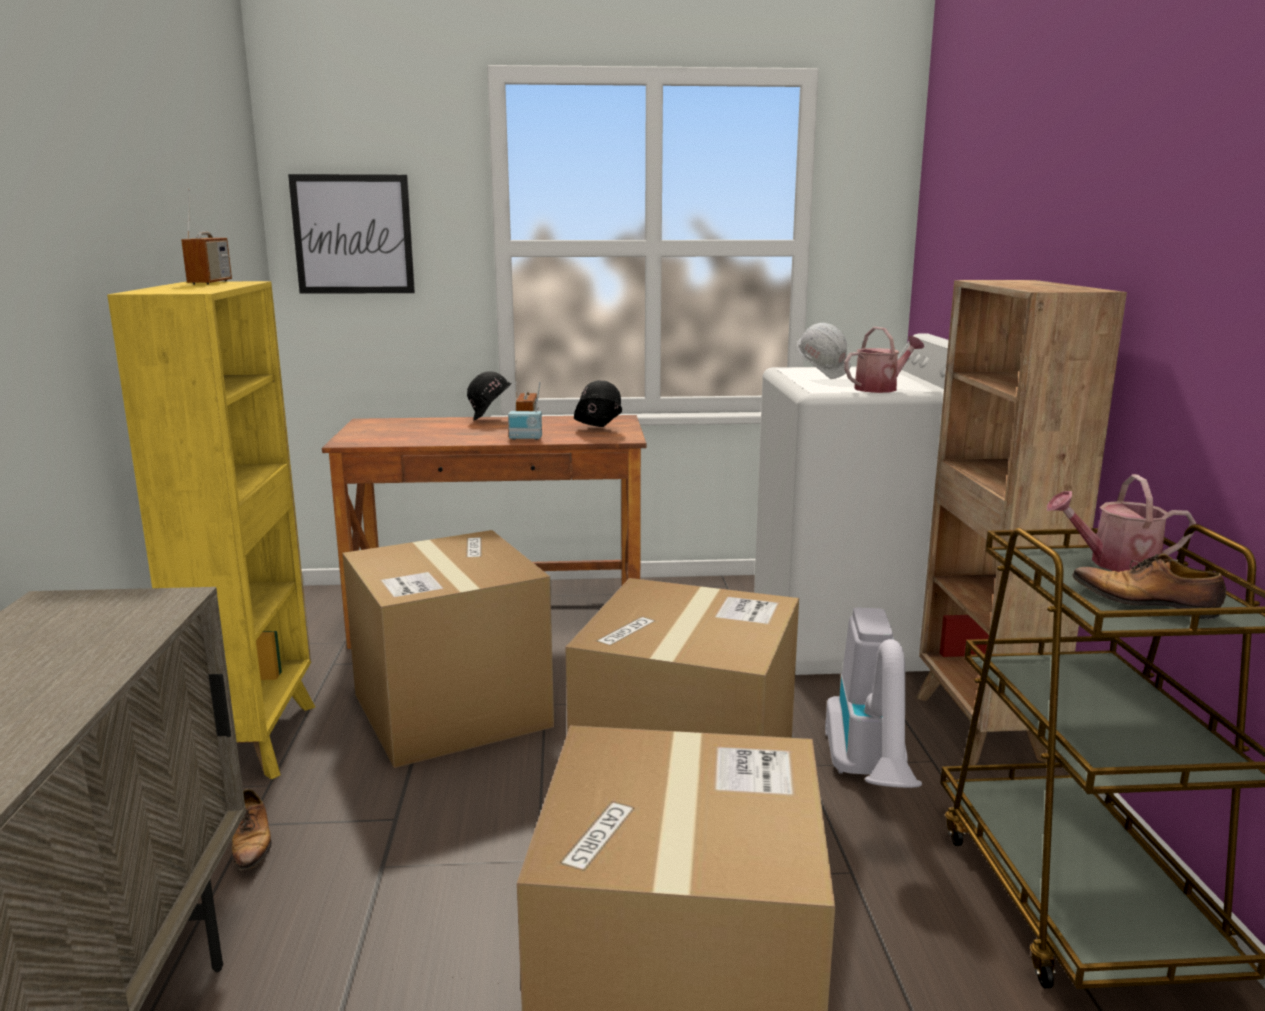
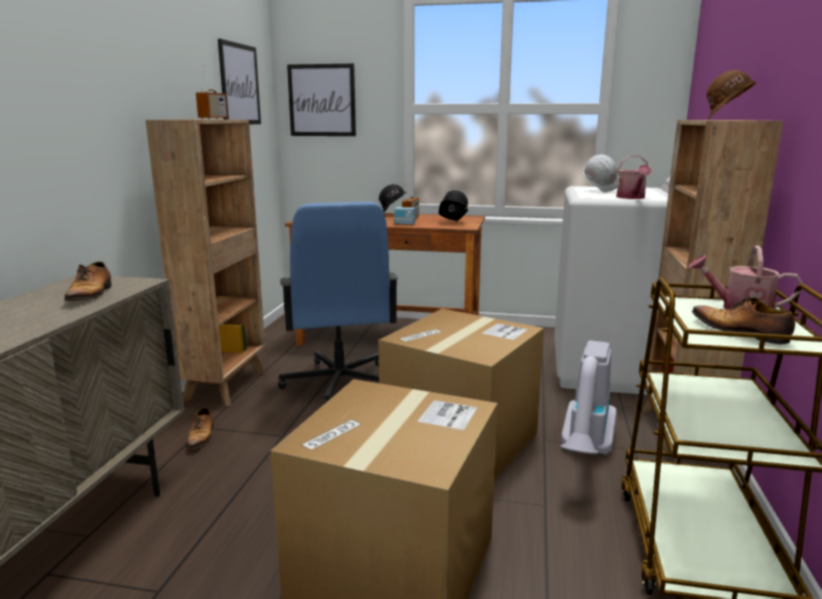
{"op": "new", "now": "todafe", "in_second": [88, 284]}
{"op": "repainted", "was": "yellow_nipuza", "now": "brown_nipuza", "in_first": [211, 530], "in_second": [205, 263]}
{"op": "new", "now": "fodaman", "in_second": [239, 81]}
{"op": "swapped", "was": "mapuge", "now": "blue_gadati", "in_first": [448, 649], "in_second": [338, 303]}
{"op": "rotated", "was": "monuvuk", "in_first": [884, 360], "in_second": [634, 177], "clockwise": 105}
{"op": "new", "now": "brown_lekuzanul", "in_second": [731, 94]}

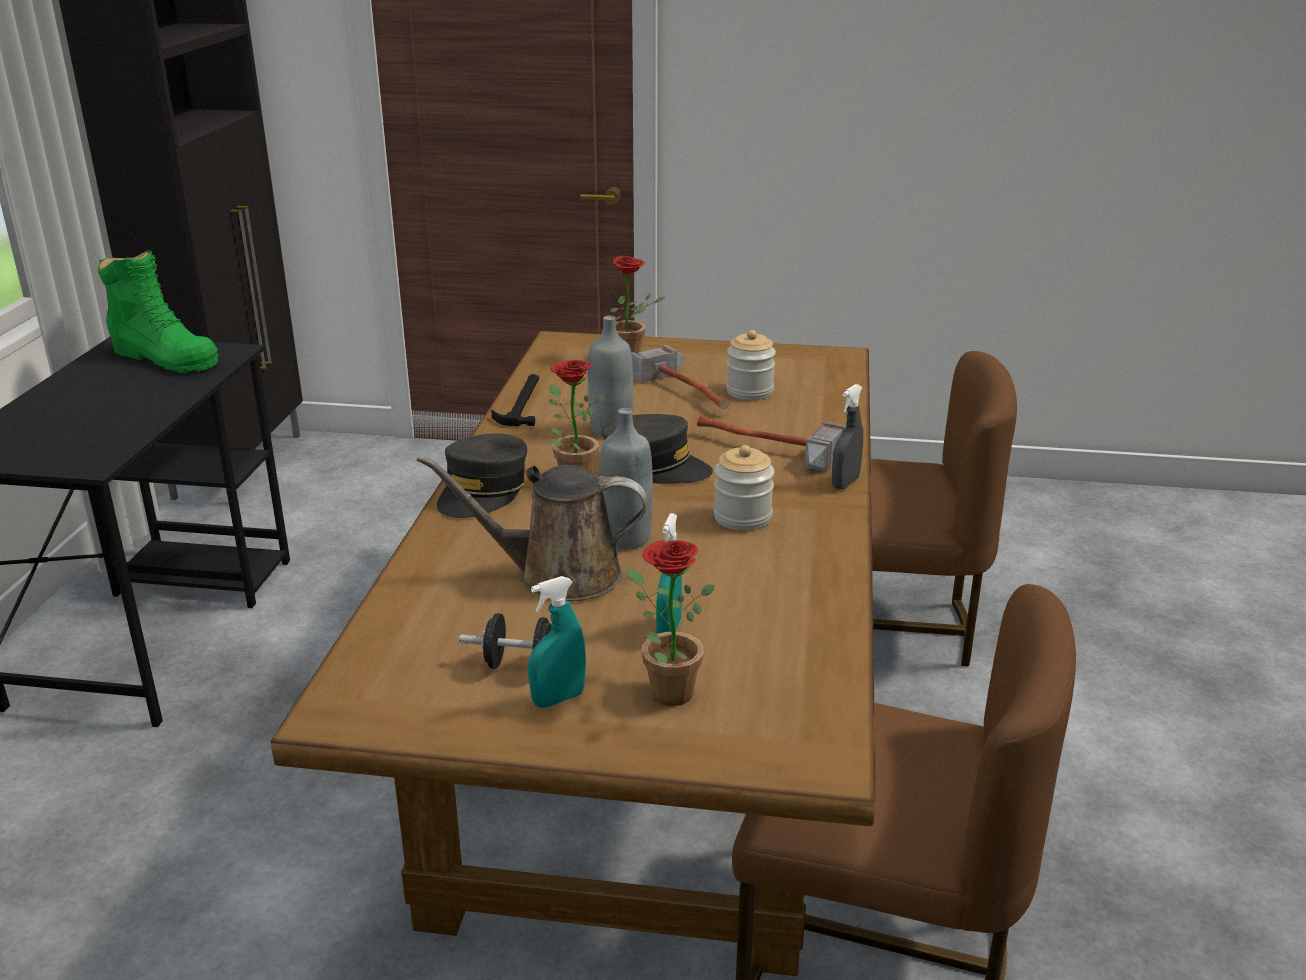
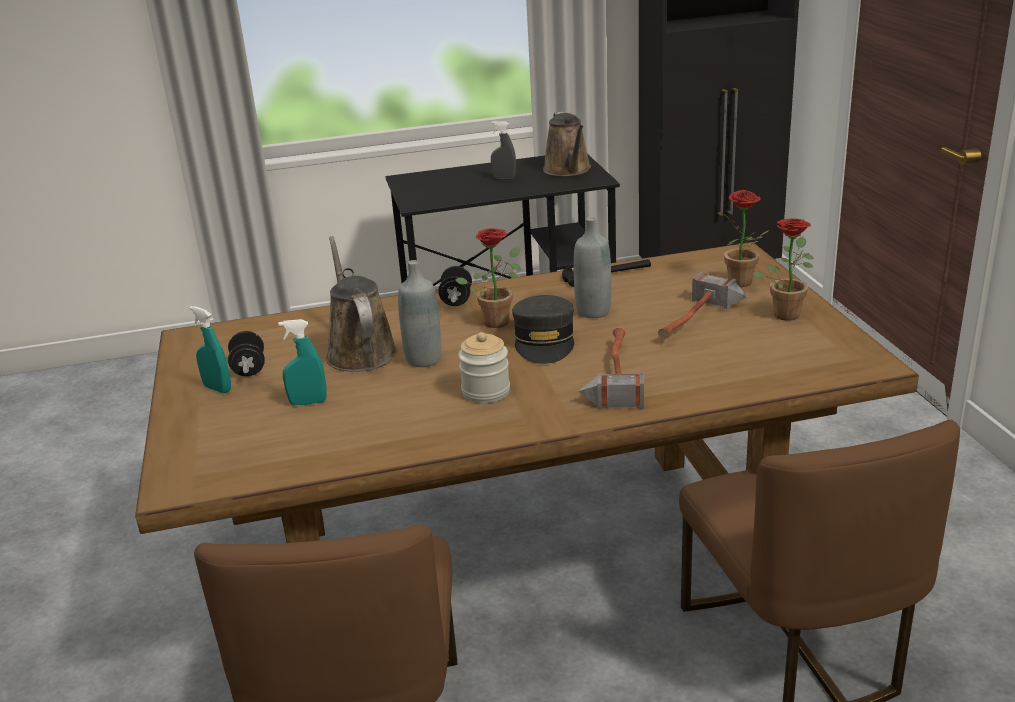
{"op": "swapped", "was": "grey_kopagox", "now": "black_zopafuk", "in_first": [482, 476], "in_second": [455, 286]}
{"op": "shifted", "was": "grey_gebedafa", "in_first": [847, 437], "in_second": [503, 150]}
{"op": "swapped", "was": "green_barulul", "now": "brown_monuvuk", "in_first": [158, 311], "in_second": [567, 144]}
{"op": "shifted", "was": "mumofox", "in_first": [671, 623], "in_second": [783, 269]}
{"op": "gone", "was": "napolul", "in_first": [751, 365]}

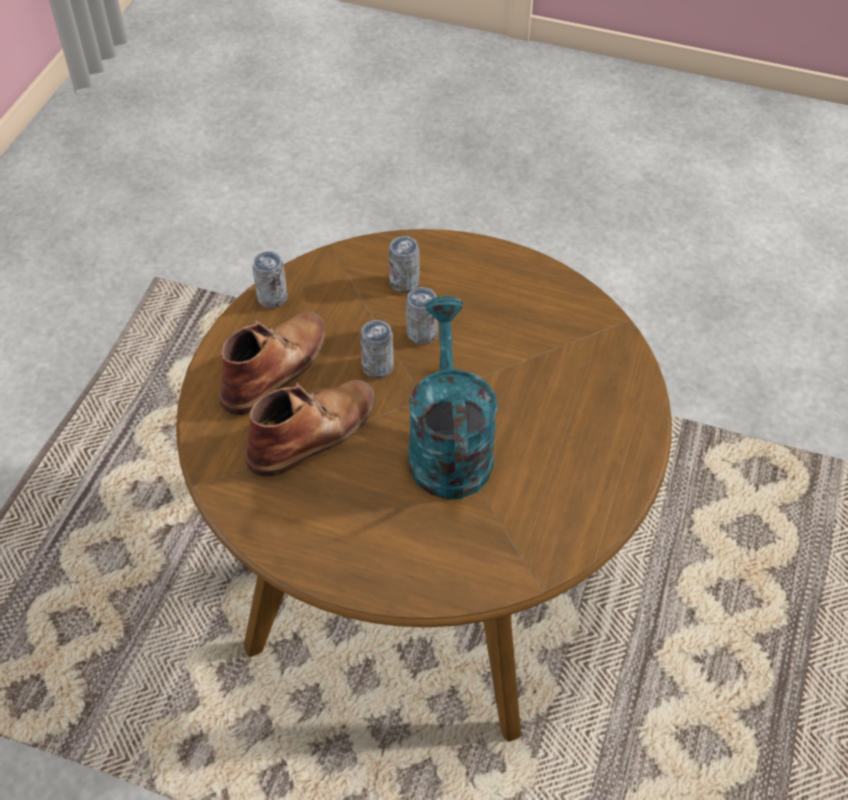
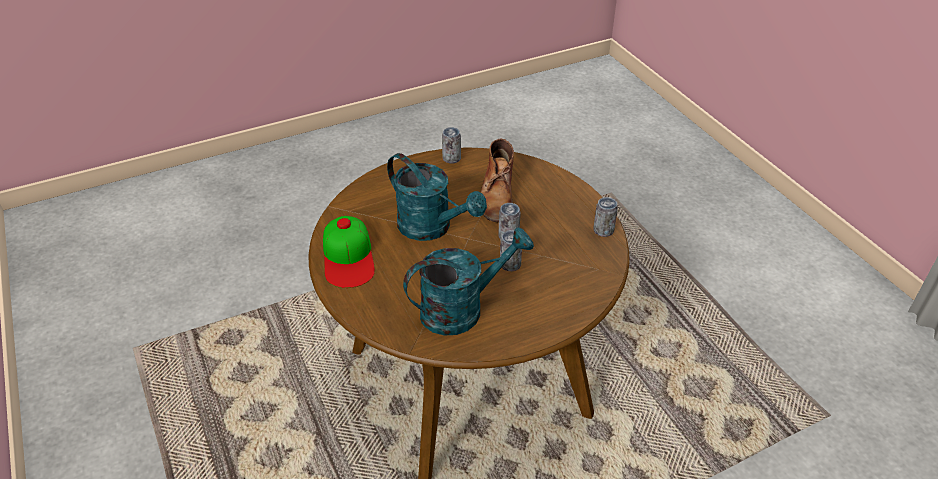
{"op": "new", "now": "kopagox", "in_second": [349, 252]}
{"op": "new", "now": "turquoise_monuvuk", "in_second": [468, 281]}
{"op": "shifted", "was": "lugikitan", "in_first": [404, 264], "in_second": [451, 145]}
{"op": "gone", "was": "brown_barulul", "in_first": [272, 363]}

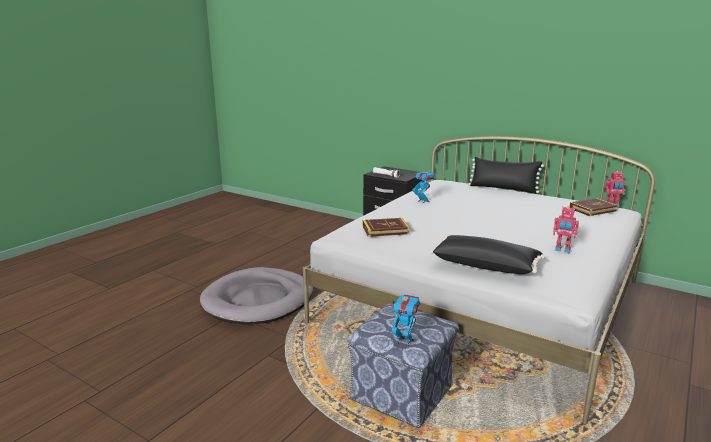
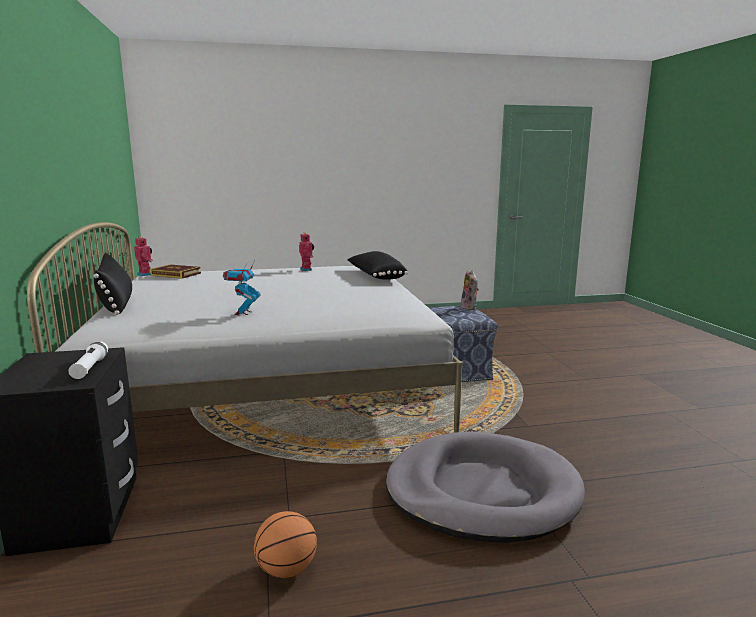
{"op": "new", "now": "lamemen", "in_second": [285, 544]}
{"op": "swapped", "was": "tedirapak", "now": "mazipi", "in_first": [406, 320], "in_second": [470, 289]}
{"op": "gone", "was": "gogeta", "in_first": [386, 227]}

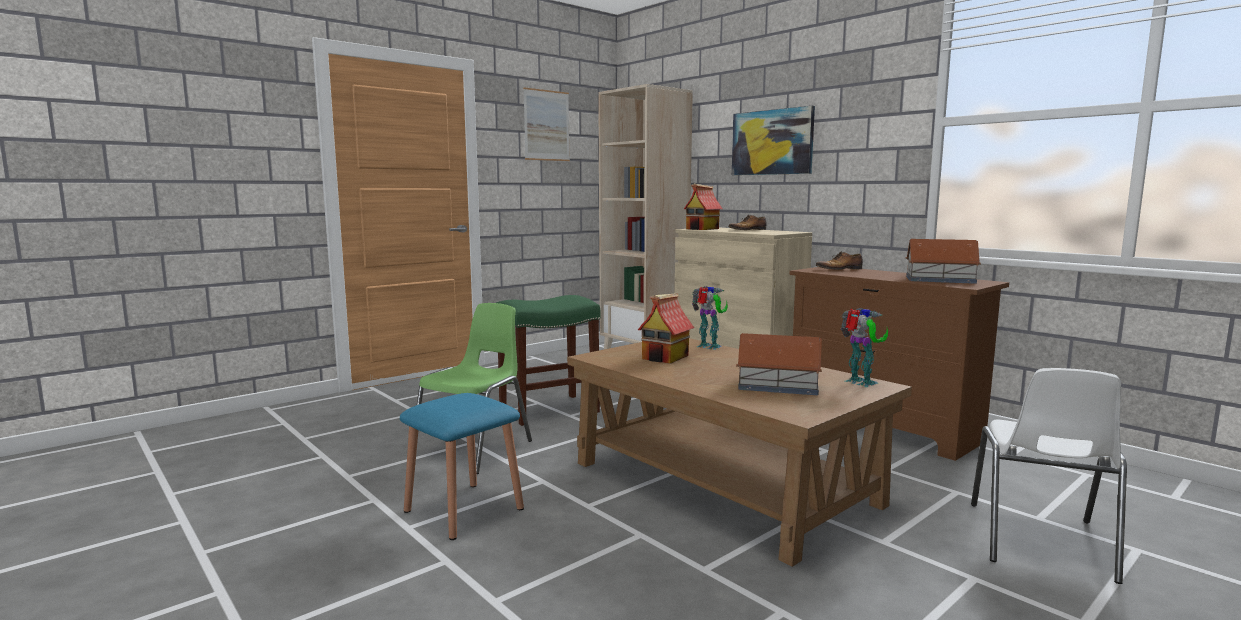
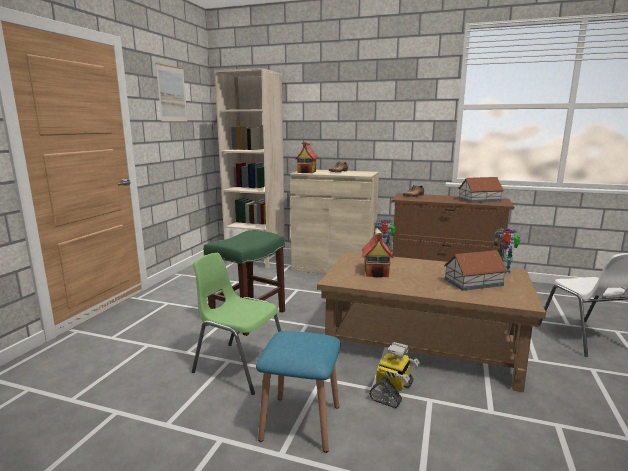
{"op": "rotated", "was": "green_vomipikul", "in_first": [474, 388], "in_second": [236, 324], "clockwise": -60}
{"op": "new", "now": "tedirapak", "in_second": [394, 375]}
{"op": "gone", "was": "fodaman", "in_first": [773, 140]}

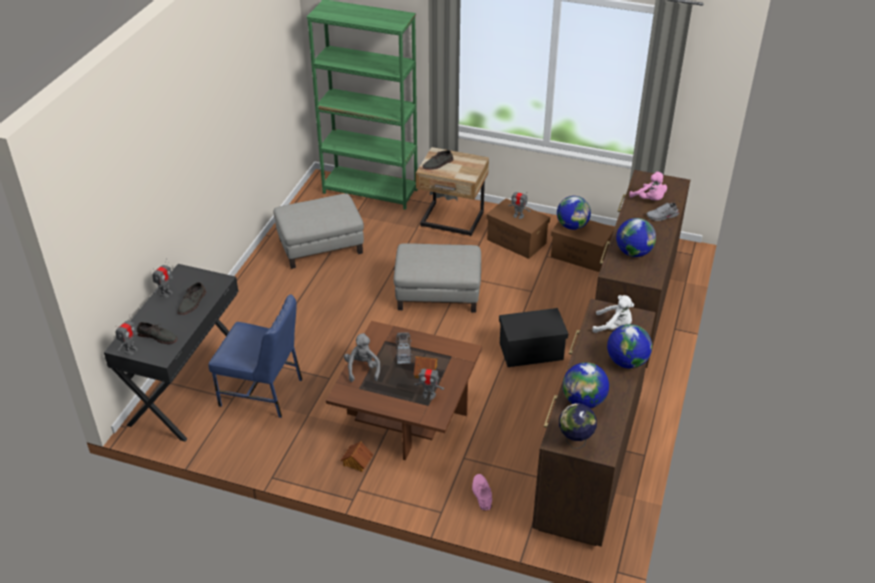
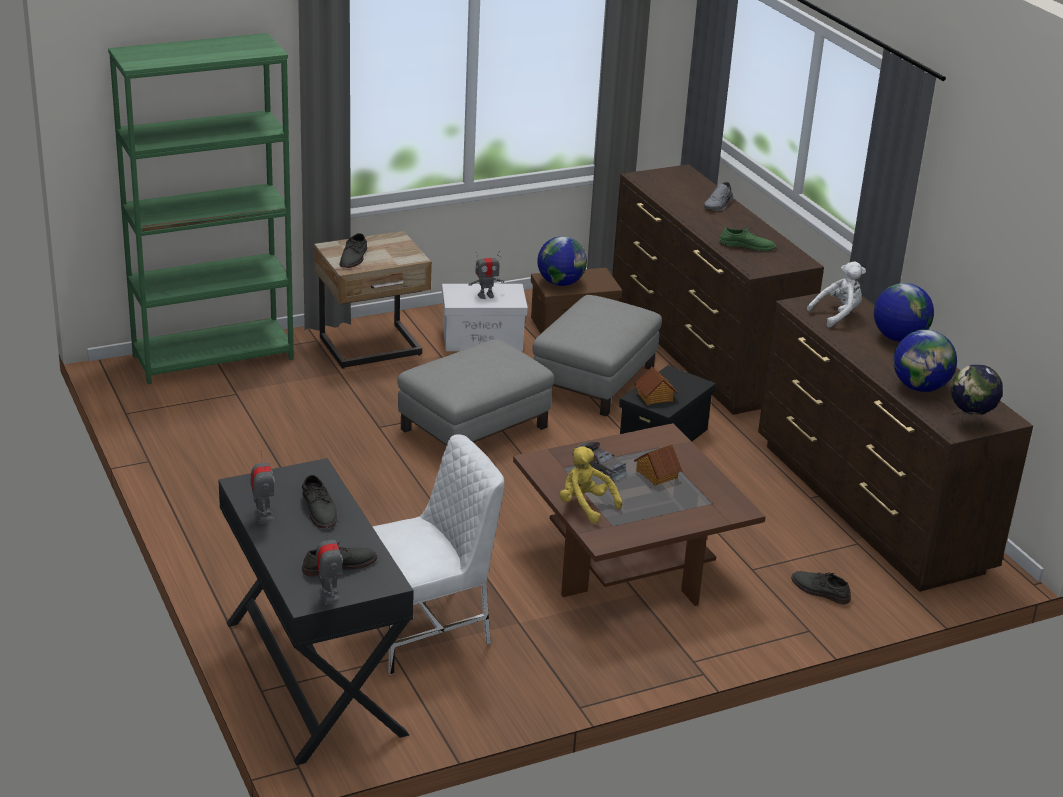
{"op": "repainted", "was": "blue_vomipikul", "now": "white_vomipikul", "in_first": [255, 356], "in_second": [438, 554]}
{"op": "repainted", "was": "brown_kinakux", "now": "white_kinakux", "in_first": [518, 228], "in_second": [485, 317]}
{"op": "shifted", "was": "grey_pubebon", "in_first": [319, 231], "in_second": [597, 356]}
{"op": "repainted", "was": "grey_mazipi", "now": "yellow_mazipi", "in_first": [362, 357], "in_second": [591, 484]}
{"op": "shifted", "was": "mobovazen", "in_first": [356, 456], "in_second": [656, 386]}
{"op": "swapped", "was": "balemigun", "now": "green_todafe", "in_first": [636, 237], "in_second": [747, 239]}
{"op": "repainted", "was": "pink_todafe", "now": "grey_todafe", "in_first": [482, 492], "in_second": [821, 588]}
{"op": "gone", "was": "tedirapak", "in_first": [429, 382]}
{"op": "gone", "was": "pink_mazipi", "in_first": [648, 186]}

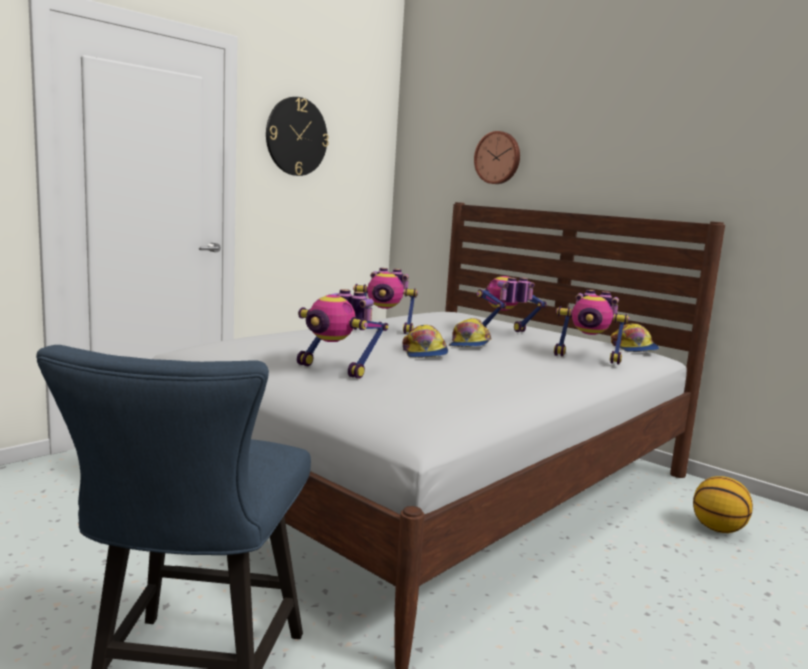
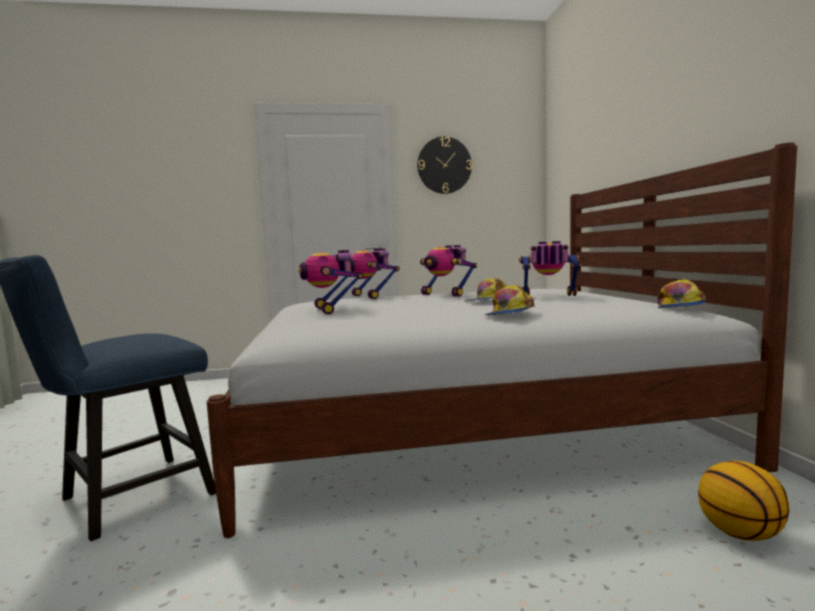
{"op": "shifted", "was": "tedirapak", "in_first": [591, 327], "in_second": [375, 273]}
{"op": "shifted", "was": "kopagox", "in_first": [425, 341], "in_second": [510, 300]}
{"op": "gone", "was": "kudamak", "in_first": [497, 157]}

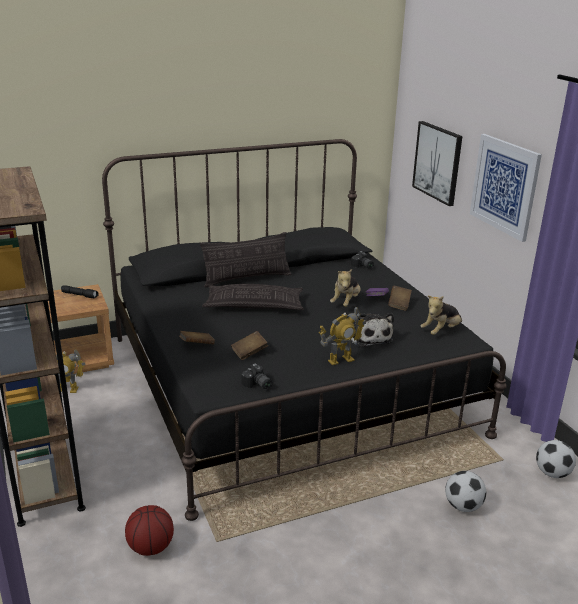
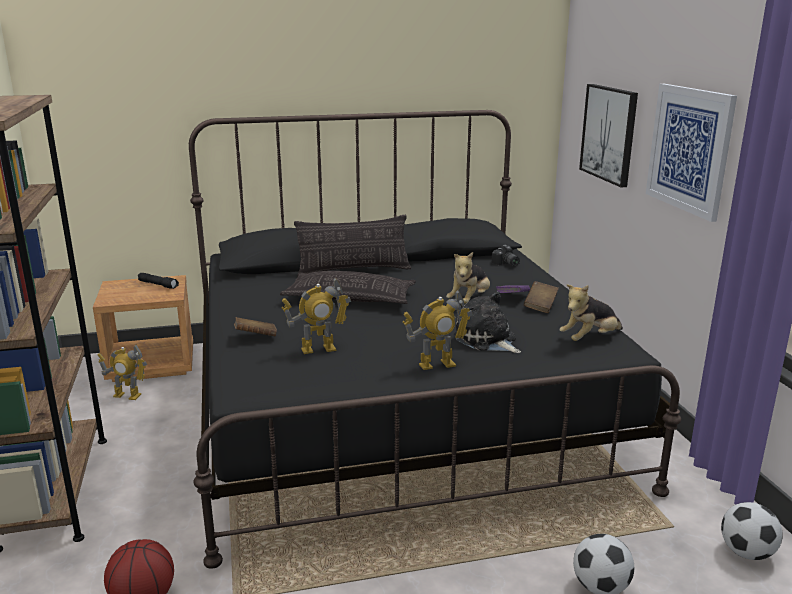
{"op": "swapped", "was": "brown_gogeta", "now": "tedirapak", "in_first": [249, 345], "in_second": [316, 315]}
{"op": "rotated", "was": "mazipi", "in_first": [372, 330], "in_second": [487, 322], "clockwise": 150}
{"op": "gone", "was": "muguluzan", "in_first": [256, 376]}

